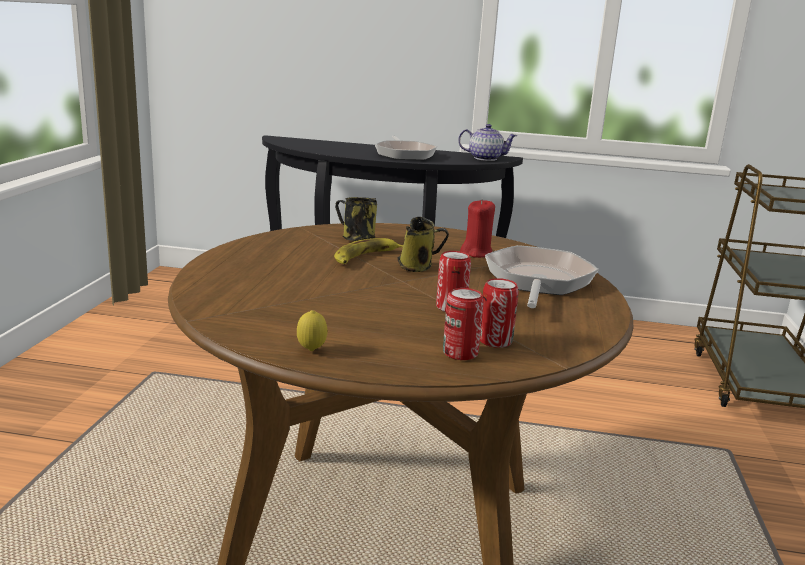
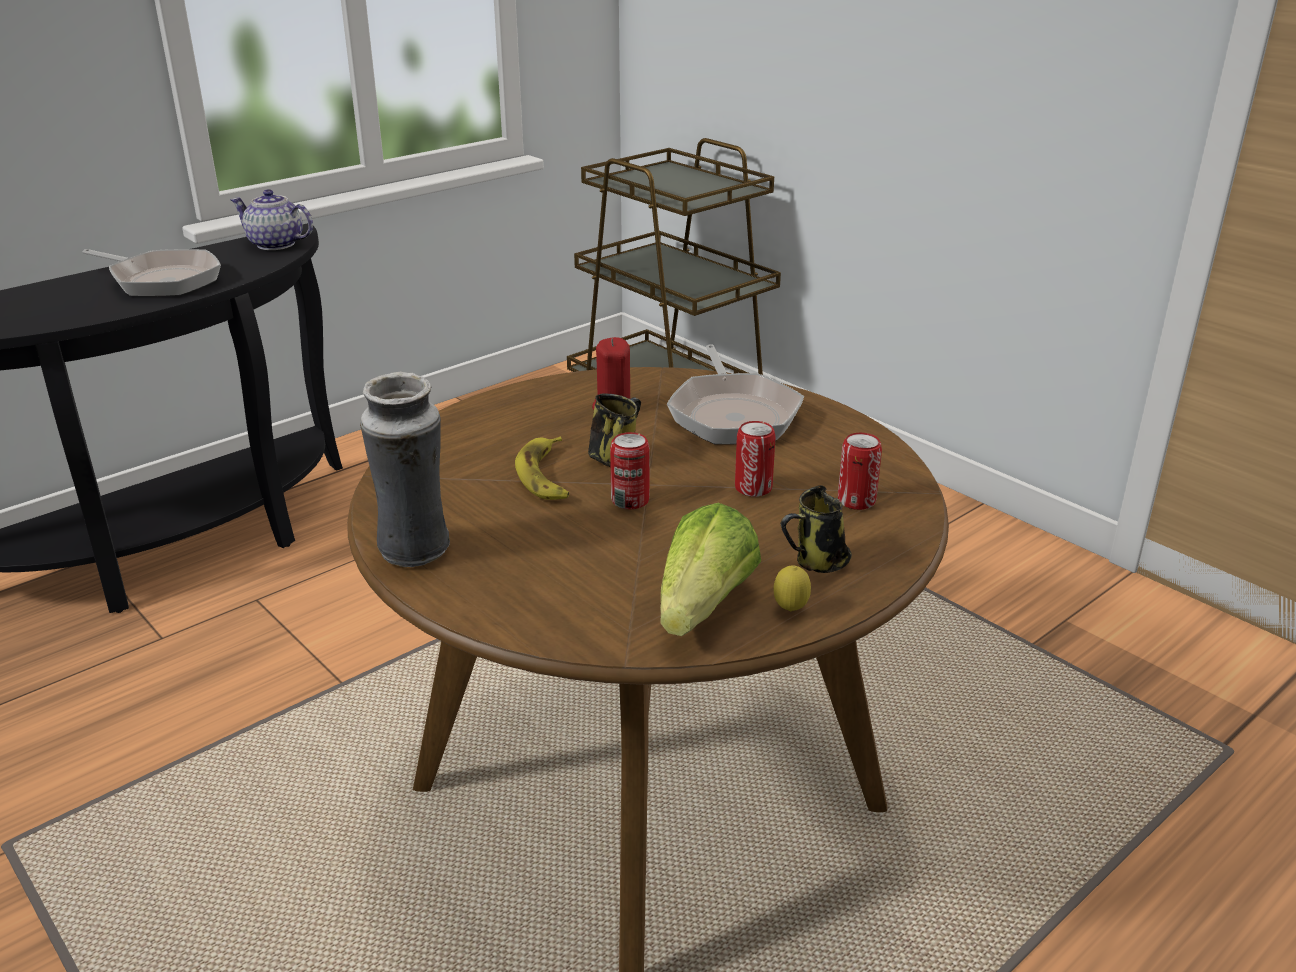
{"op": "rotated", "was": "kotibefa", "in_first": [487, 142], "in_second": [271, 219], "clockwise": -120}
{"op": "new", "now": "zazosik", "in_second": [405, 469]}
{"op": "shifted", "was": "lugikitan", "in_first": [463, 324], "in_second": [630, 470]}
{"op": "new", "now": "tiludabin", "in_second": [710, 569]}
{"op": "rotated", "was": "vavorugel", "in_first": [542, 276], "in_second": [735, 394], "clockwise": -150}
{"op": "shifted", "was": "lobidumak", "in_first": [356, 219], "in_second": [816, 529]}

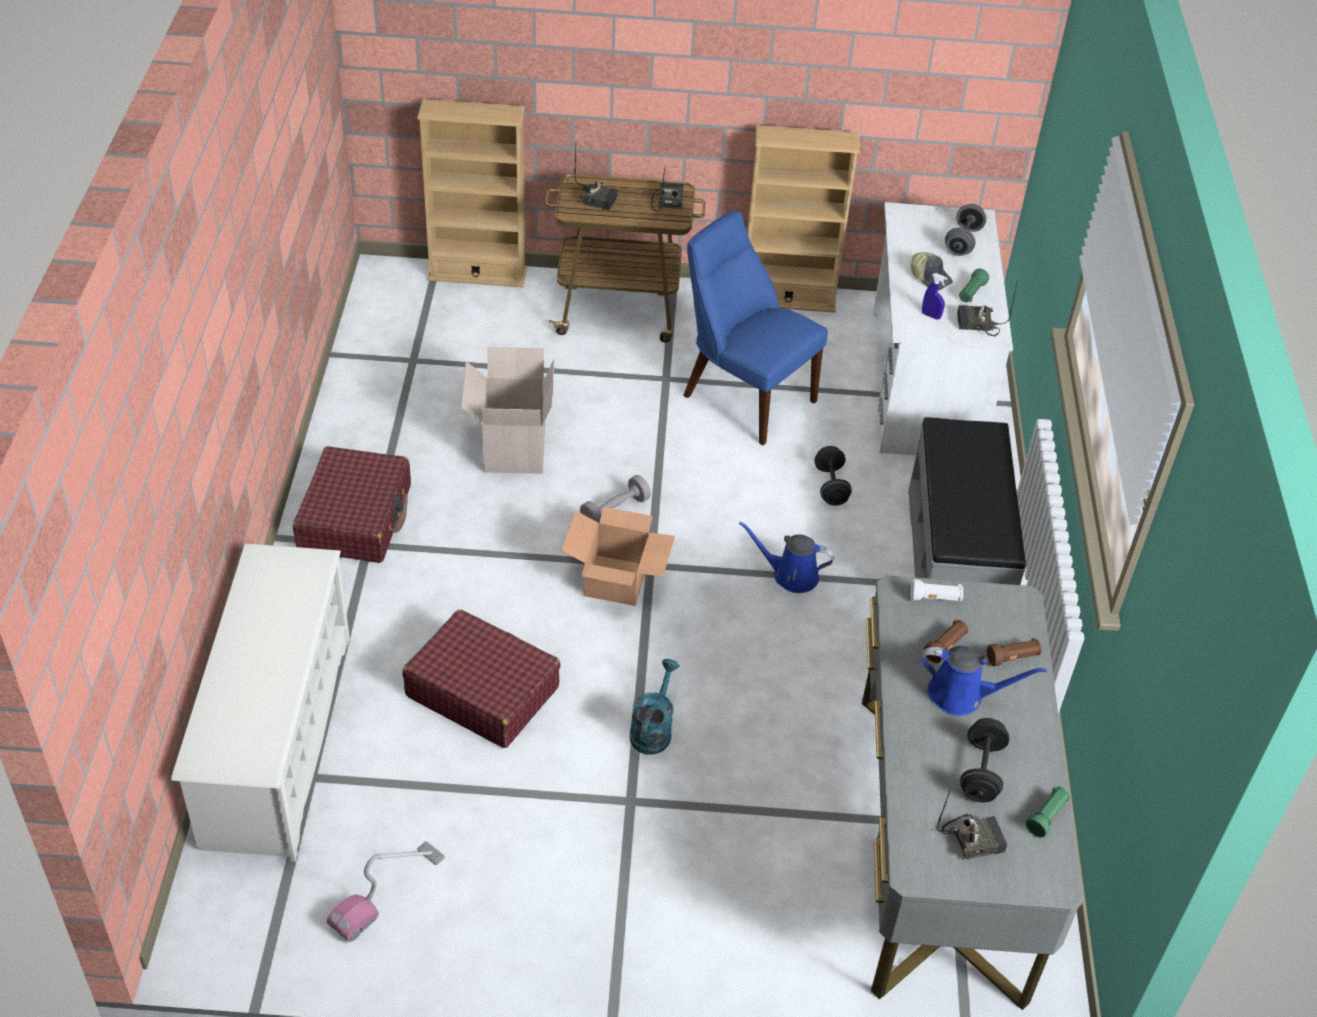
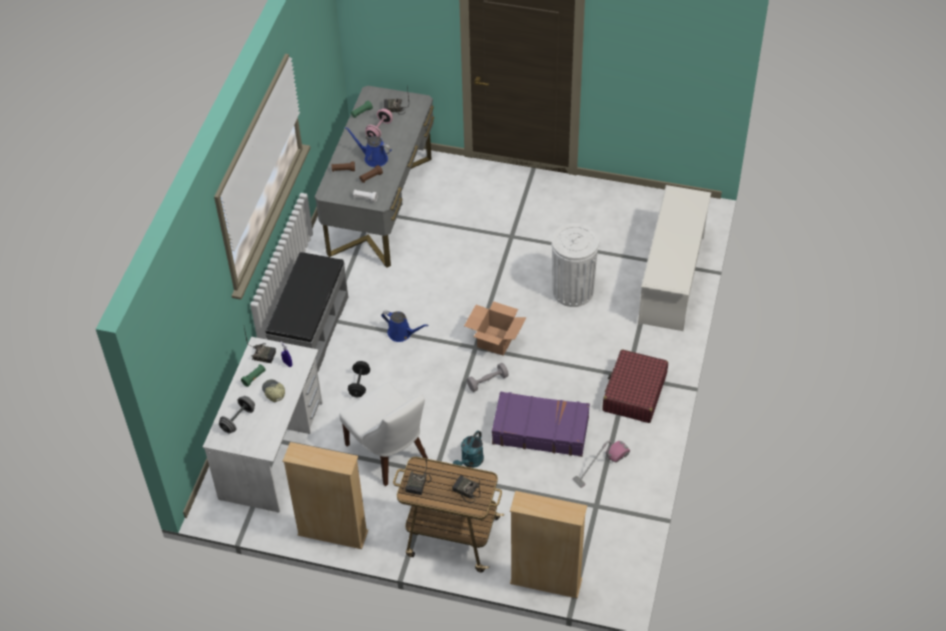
{"op": "repainted", "was": "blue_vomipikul", "now": "white_vomipikul", "in_first": [755, 328], "in_second": [383, 434]}
{"op": "repainted", "was": "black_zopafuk", "now": "pink_zopafuk", "in_first": [985, 760], "in_second": [378, 123]}
{"op": "shifted", "was": "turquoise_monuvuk", "in_first": [655, 707], "in_second": [468, 449]}
{"op": "swapped", "was": "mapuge", "now": "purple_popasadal", "in_first": [507, 410], "in_second": [541, 424]}
{"op": "swapped", "was": "red_popasadal", "now": "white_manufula", "in_first": [482, 678], "in_second": [575, 265]}
{"op": "shifted", "was": "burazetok", "in_first": [386, 891], "in_second": [601, 464]}

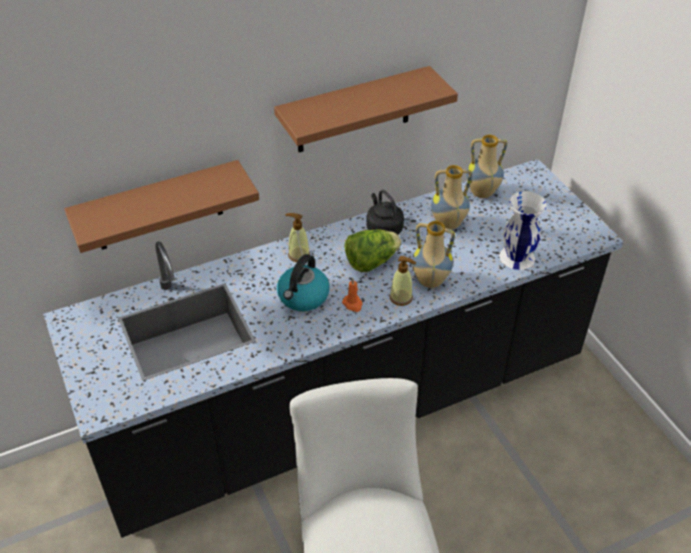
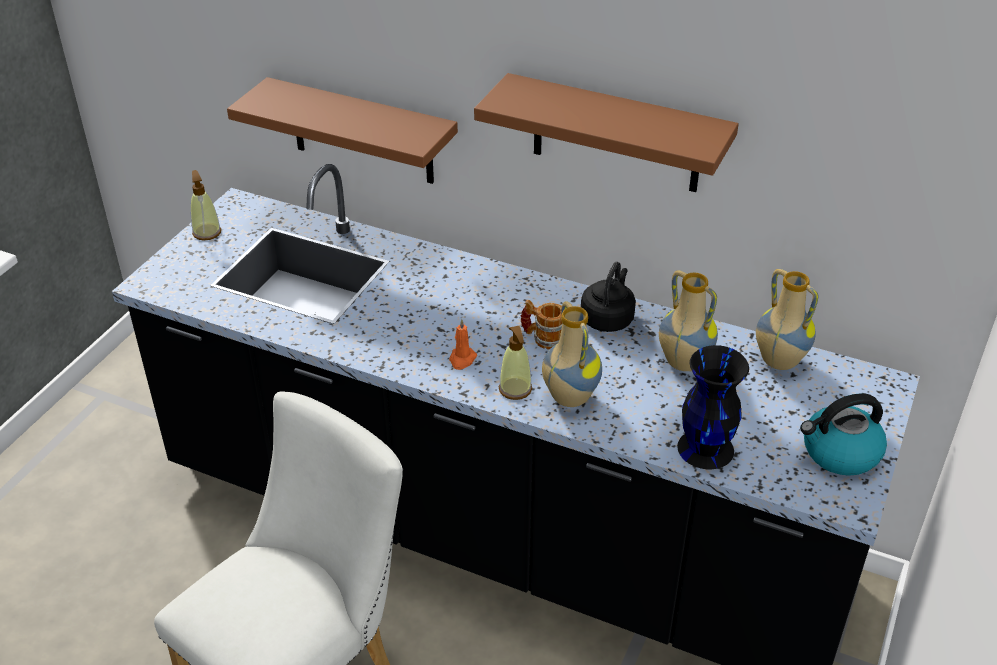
{"op": "shifted", "was": "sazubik", "in_first": [297, 237], "in_second": [205, 205]}
{"op": "swapped", "was": "tiludabin", "now": "lobidumak", "in_first": [372, 251], "in_second": [541, 325]}
{"op": "repainted", "was": "white_zazosik", "now": "black_zazosik", "in_first": [523, 230], "in_second": [713, 407]}
{"op": "shifted", "was": "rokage", "in_first": [303, 282], "in_second": [843, 434]}

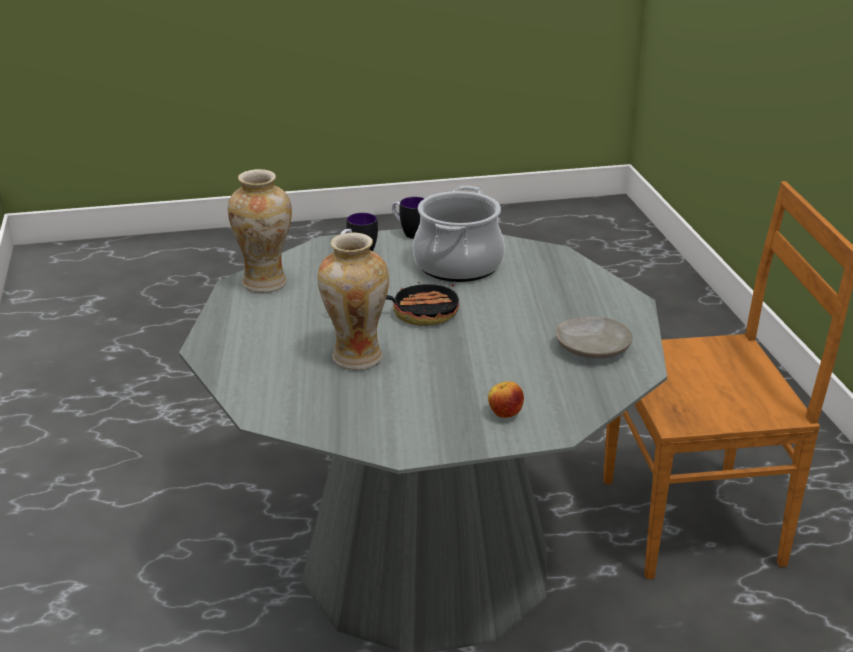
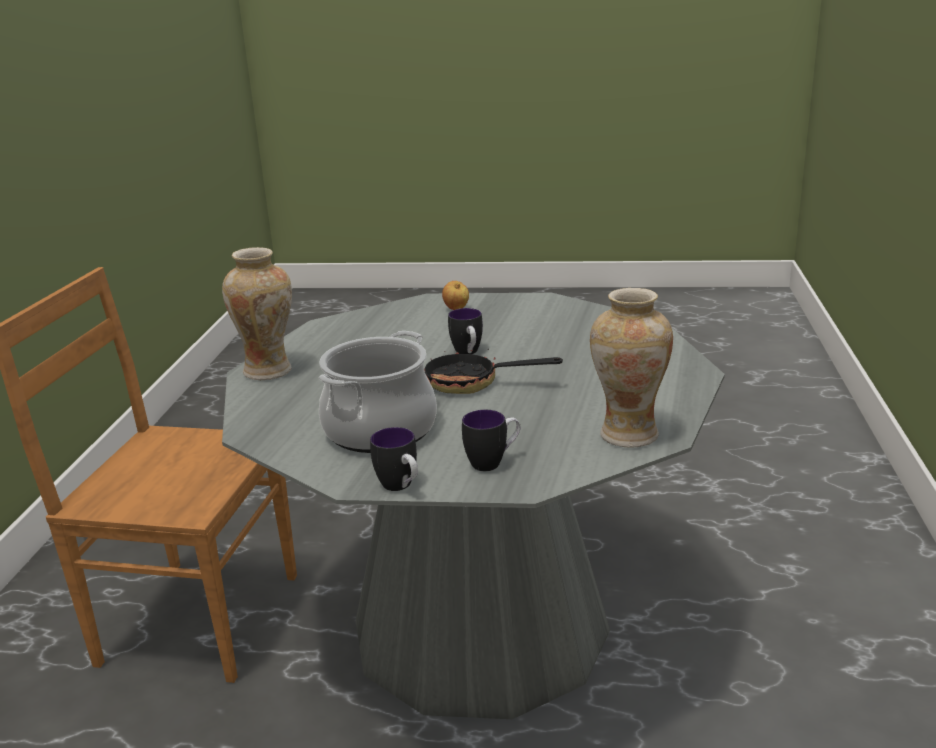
{"op": "shifted", "was": "zazosik", "in_first": [353, 301], "in_second": [257, 313]}
{"op": "new", "now": "lobidumak", "in_second": [465, 331]}
{"op": "gone", "was": "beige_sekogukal", "in_first": [594, 337]}

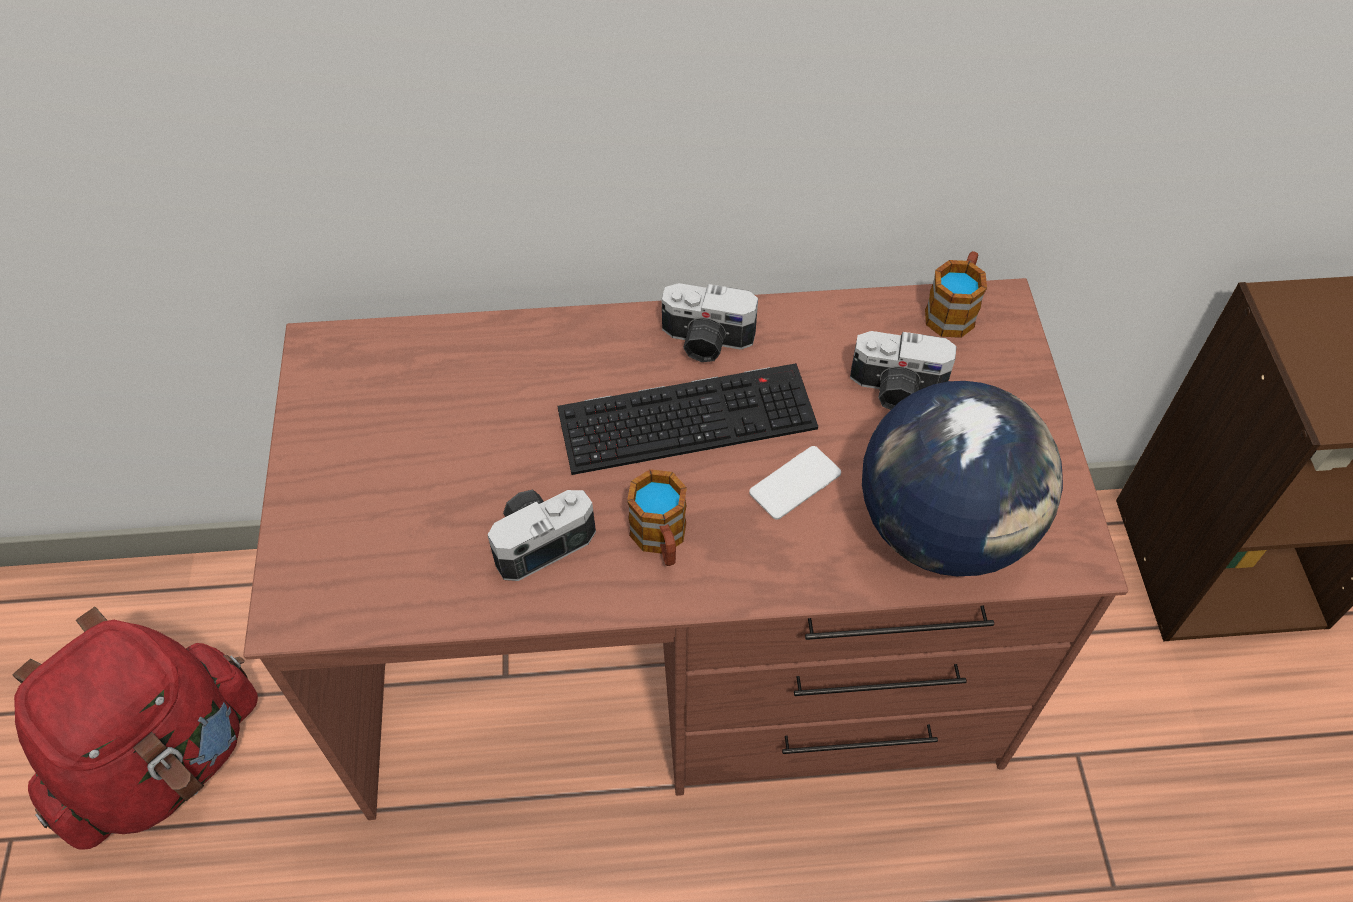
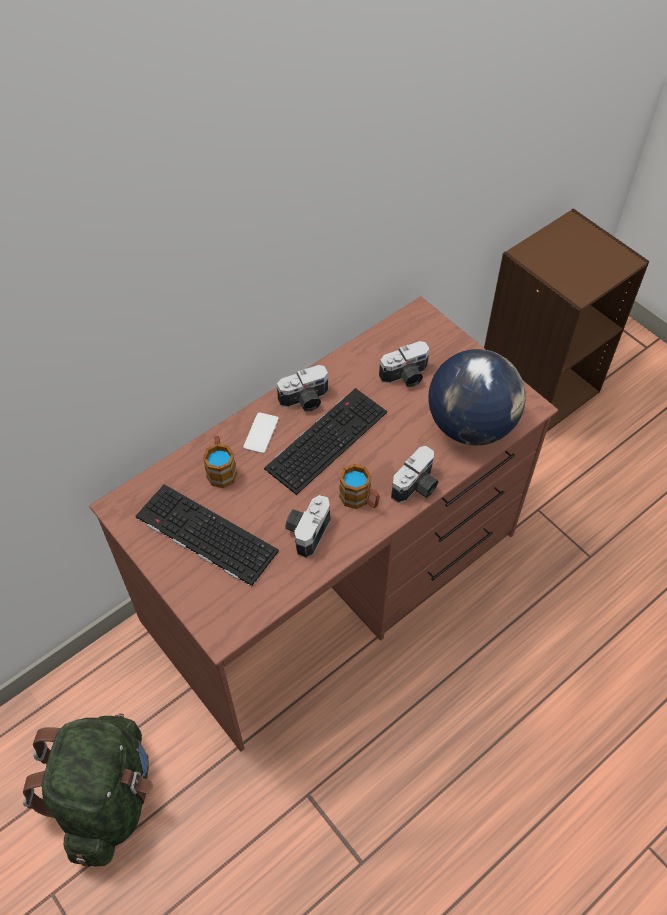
{"op": "repainted", "was": "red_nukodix", "now": "green_nukodix", "in_first": [135, 728], "in_second": [88, 790]}
{"op": "new", "now": "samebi", "in_second": [207, 535]}
{"op": "shifted", "was": "lobidumak", "in_first": [956, 294], "in_second": [220, 462]}
{"op": "shifted", "was": "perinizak", "in_first": [795, 483], "in_second": [261, 432]}
{"op": "new", "now": "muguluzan", "in_second": [414, 474]}

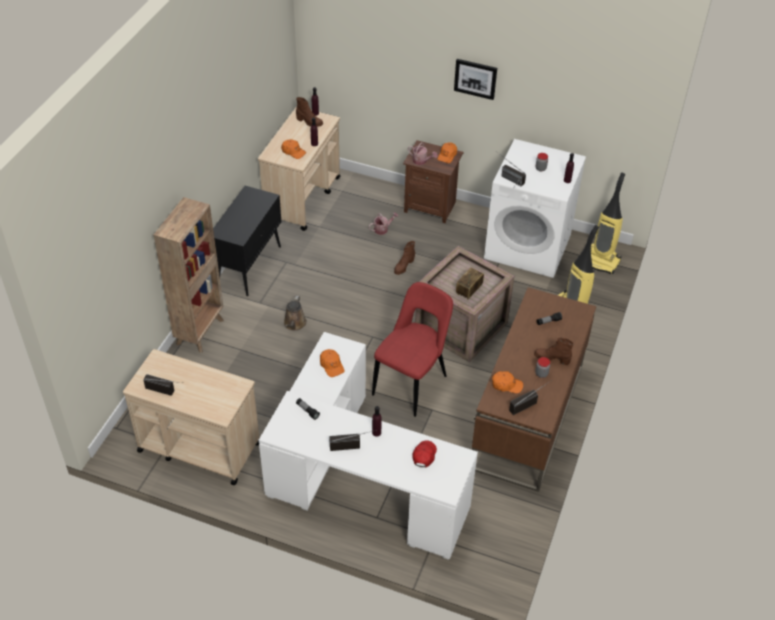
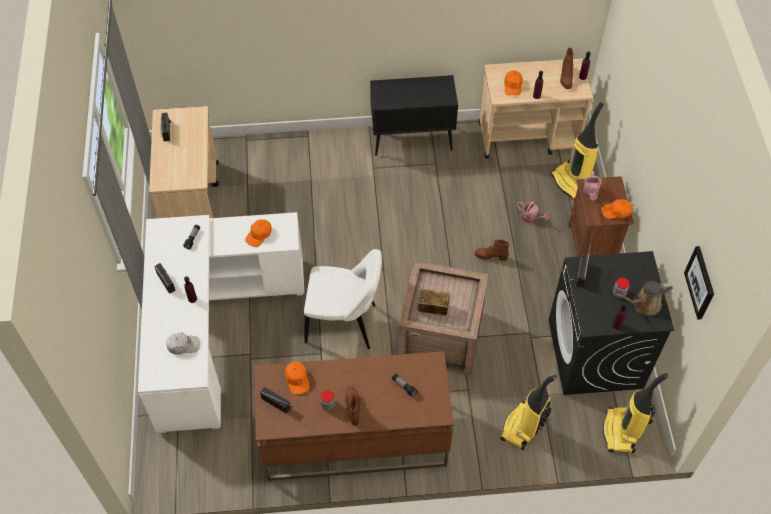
{"op": "repainted", "was": "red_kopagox", "now": "white_kopagox", "in_first": [424, 453], "in_second": [183, 343]}
{"op": "repainted", "was": "red_vomipikul", "now": "white_vomipikul", "in_first": [412, 349], "in_second": [343, 299]}
{"op": "repainted", "was": "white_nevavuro", "now": "black_nevavuro", "in_first": [535, 208], "in_second": [611, 323]}
{"op": "new", "now": "burazetok", "in_second": [577, 151]}
{"op": "shifted", "was": "brown_monuvuk", "in_first": [295, 313], "in_second": [644, 298]}
{"op": "shifted", "was": "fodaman", "in_first": [475, 79], "in_second": [699, 283]}
{"op": "gone", "was": "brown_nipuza", "in_first": [189, 275]}

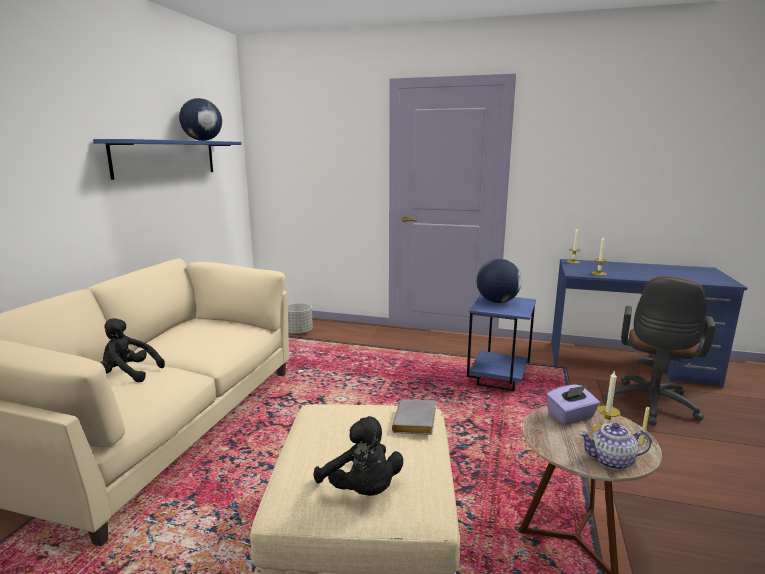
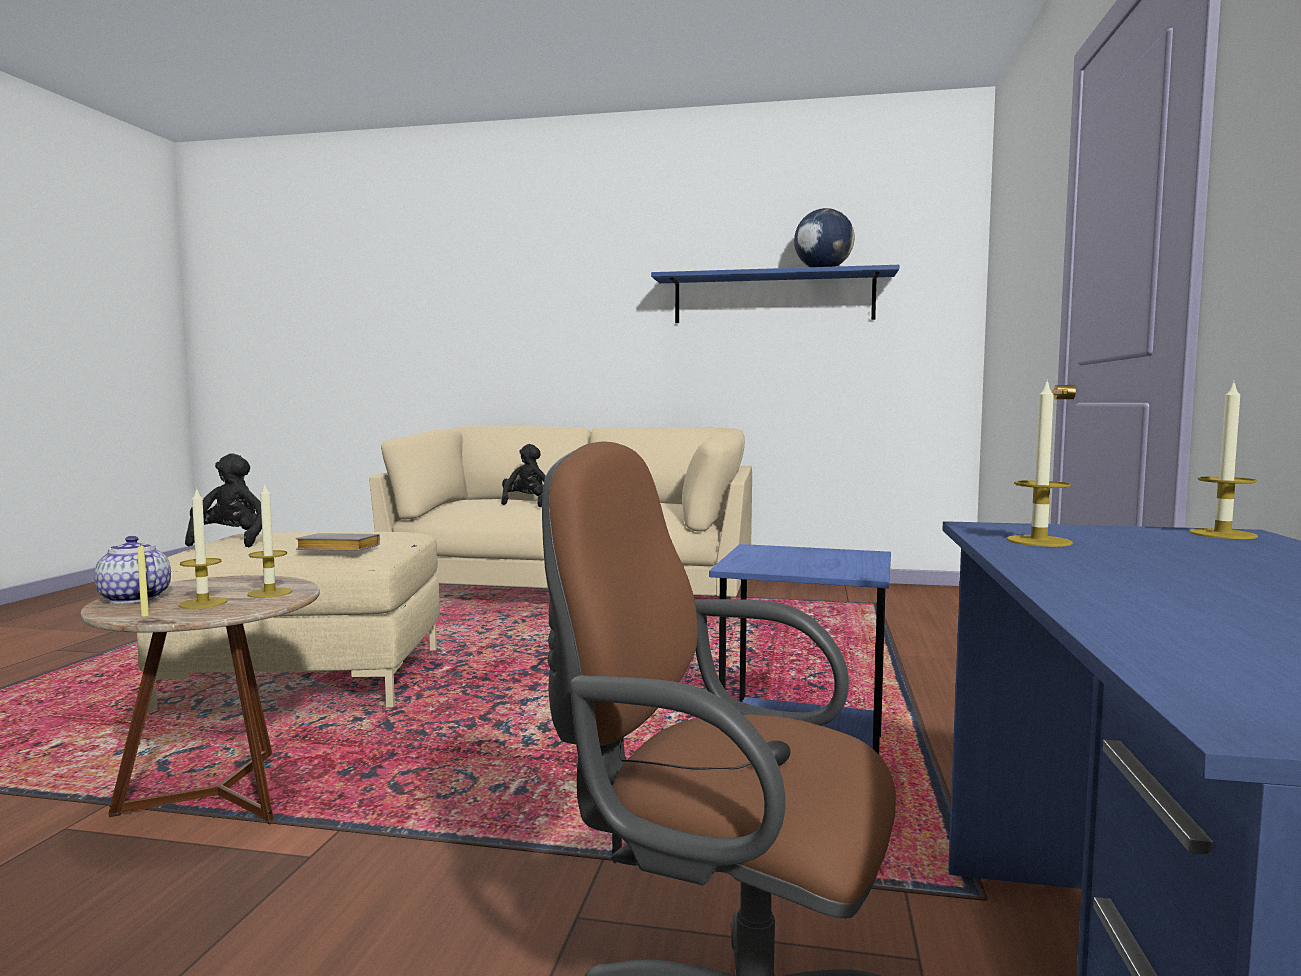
{"op": "rotated", "was": "kotibefa", "in_first": [615, 446], "in_second": [132, 570], "clockwise": -45}
{"op": "rotated", "was": "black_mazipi", "in_first": [358, 456], "in_second": [223, 500], "clockwise": 120}
{"op": "swapped", "was": "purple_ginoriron", "now": "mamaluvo", "in_first": [573, 404], "in_second": [269, 541]}
{"op": "gone", "was": "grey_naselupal", "in_first": [300, 319]}
{"op": "gone", "was": "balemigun", "in_first": [499, 281]}

